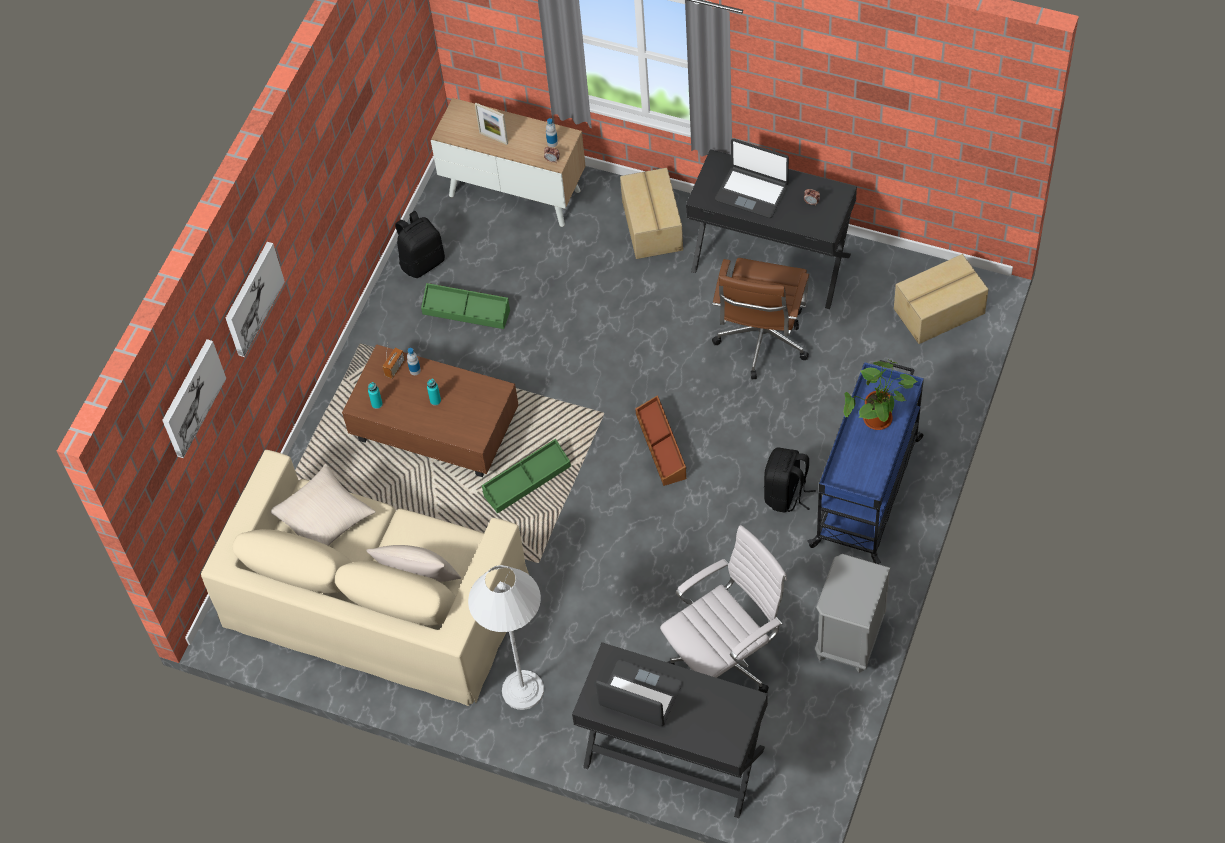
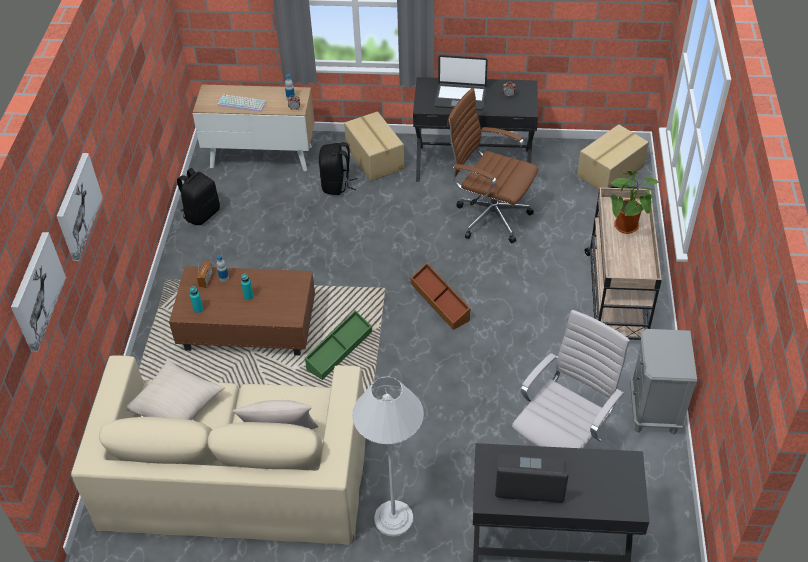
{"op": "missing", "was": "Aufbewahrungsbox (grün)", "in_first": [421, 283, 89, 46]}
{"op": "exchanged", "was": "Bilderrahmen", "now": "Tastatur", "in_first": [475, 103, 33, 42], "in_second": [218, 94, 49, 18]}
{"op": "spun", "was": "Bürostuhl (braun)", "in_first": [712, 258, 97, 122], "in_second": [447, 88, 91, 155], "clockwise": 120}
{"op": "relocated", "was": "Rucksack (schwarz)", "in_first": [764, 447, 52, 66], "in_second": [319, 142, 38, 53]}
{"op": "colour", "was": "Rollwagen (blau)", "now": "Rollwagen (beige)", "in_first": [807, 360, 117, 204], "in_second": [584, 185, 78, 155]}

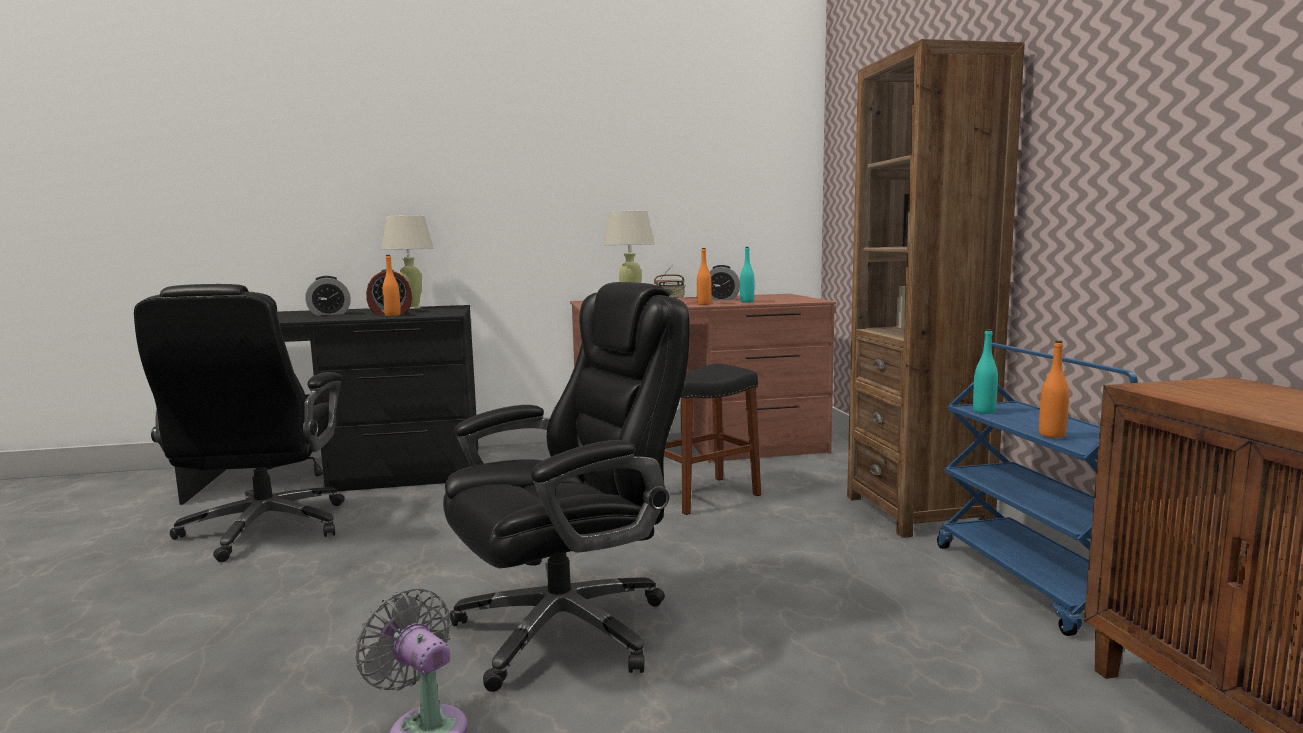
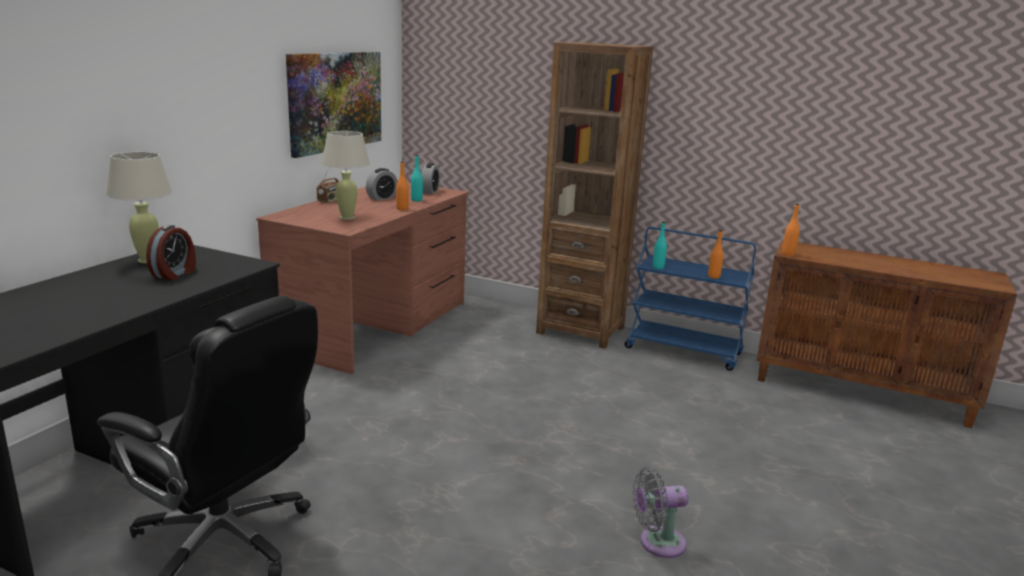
{"op": "relocated", "was": "Wecker", "in_first": [305, 276, 46, 40], "in_second": [421, 163, 19, 31]}
{"op": "relocated", "was": "Flasche (orange)", "in_first": [382, 255, 19, 61], "in_second": [782, 204, 18, 52]}
{"op": "missing", "was": "Bürostuhl (schwarz)", "in_first": [443, 282, 246, 410]}
{"op": "missing", "was": "Hocker (schwarz)", "in_first": [664, 363, 97, 152]}
{"op": "appeared", "now": "Bild", "in_second": [286, 52, 95, 106]}

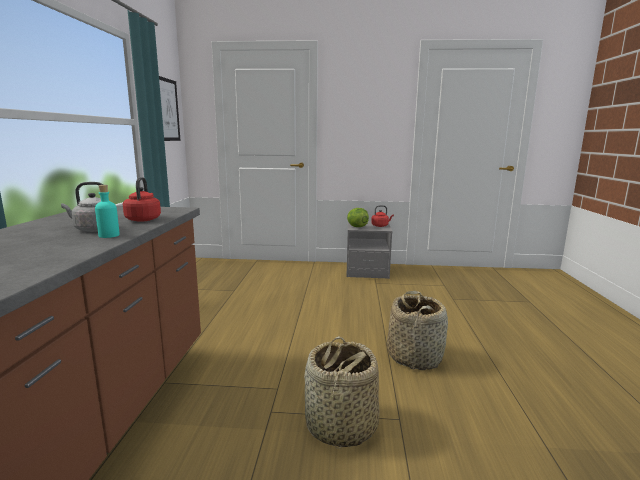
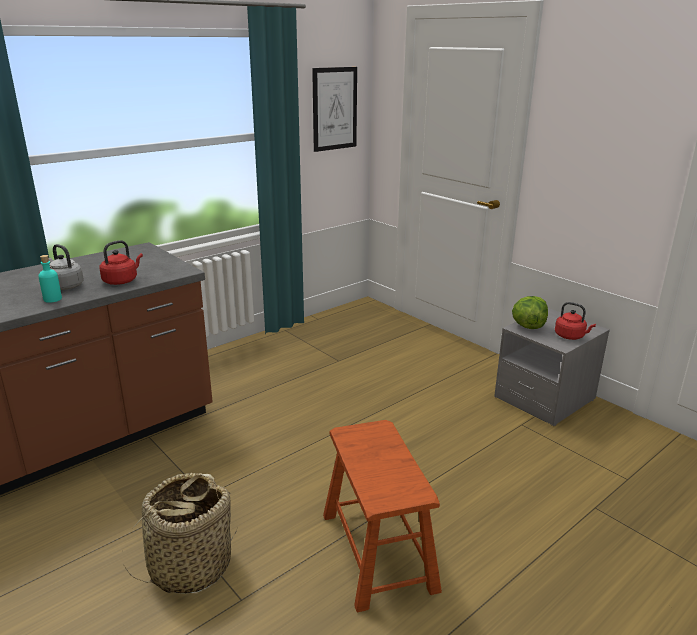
{"op": "exchanged", "was": "Korb", "now": "Hocker (braun)", "in_first": [387, 291, 61, 79], "in_second": [323, 420, 119, 192]}

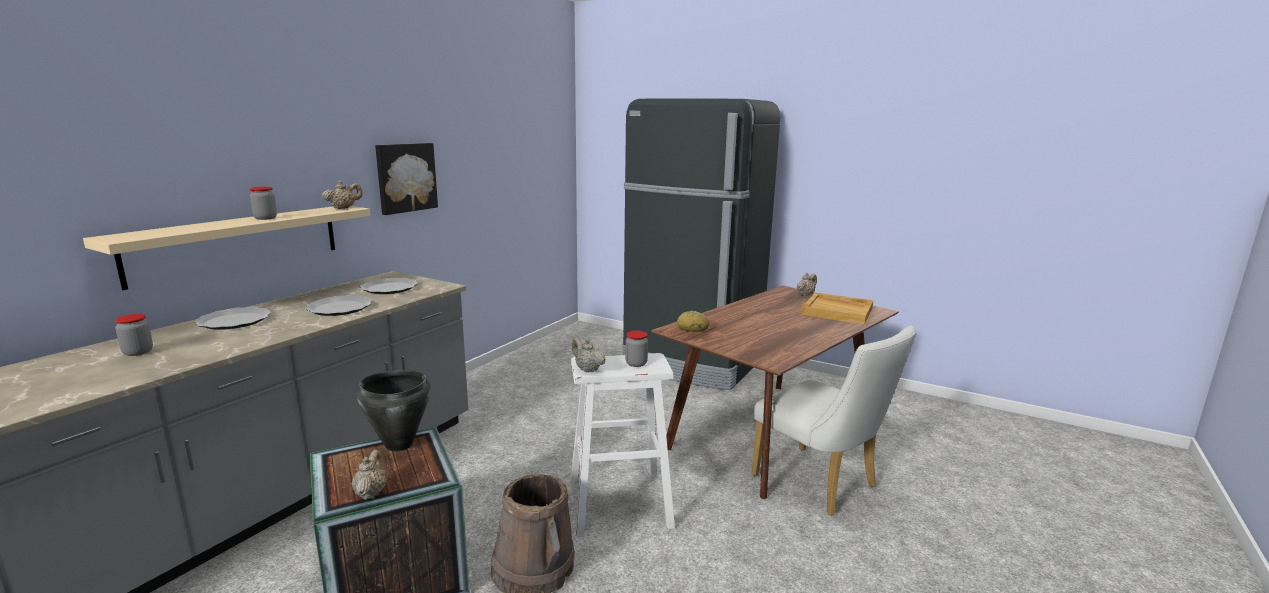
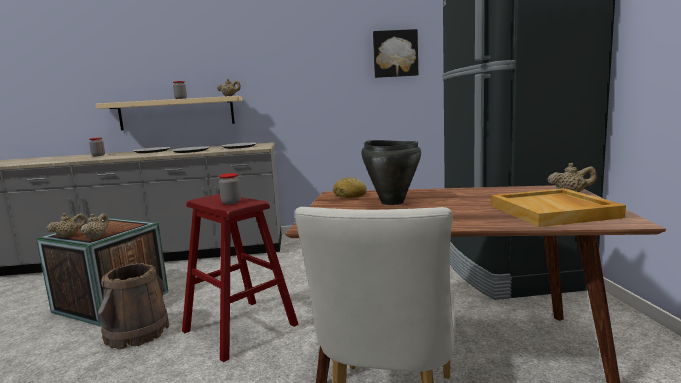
{"op": "relocated", "was": "Kochtopf (schwarz)", "in_first": [356, 370, 75, 81], "in_second": [361, 140, 60, 65]}
{"op": "relocated", "was": "Bild", "in_first": [375, 143, 63, 72], "in_second": [373, 29, 45, 49]}
{"op": "colour", "was": "Hocker (weiß)", "now": "Hocker (rot)", "in_first": [571, 353, 104, 184], "in_second": [182, 194, 116, 168]}
{"op": "relocated", "was": "Teekanne (beige)", "in_first": [572, 338, 34, 34], "in_second": [81, 213, 28, 26]}

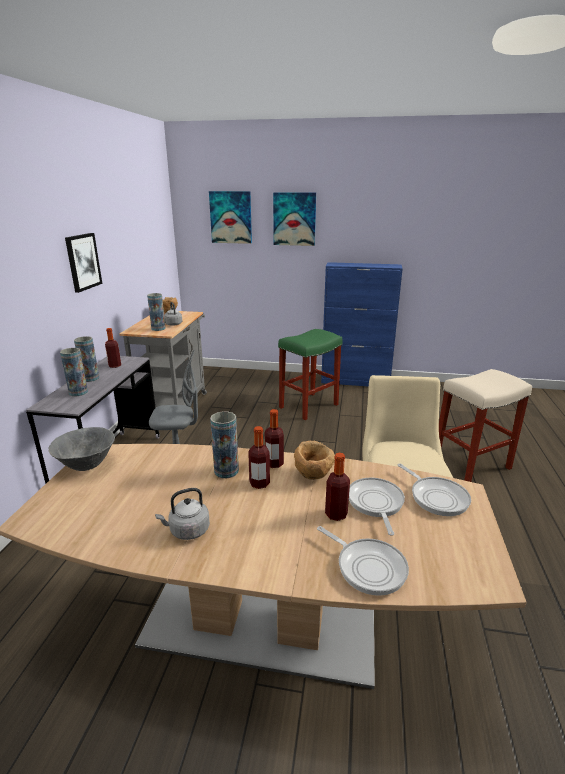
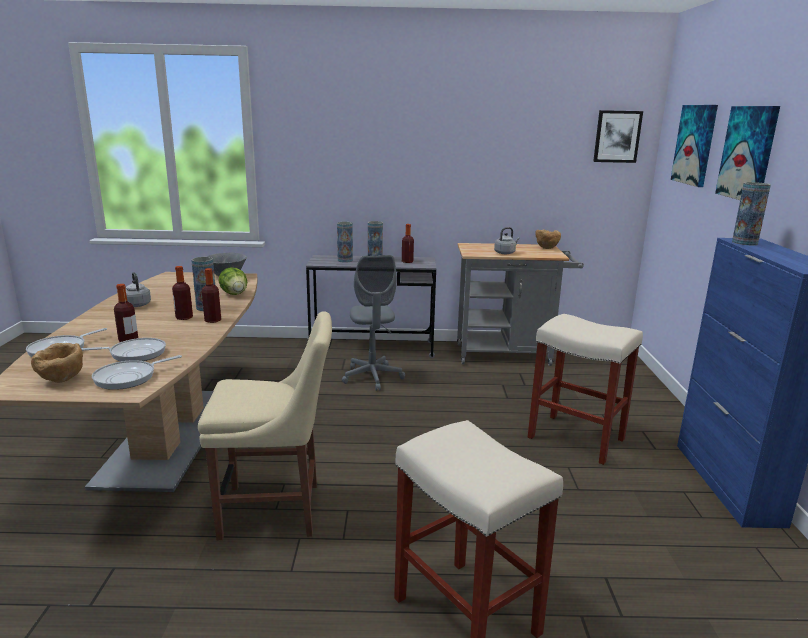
{"op": "relocated", "was": "Bild", "in_first": [65, 233, 37, 60], "in_second": [593, 110, 50, 53]}
{"op": "relocated", "was": "Vase", "in_first": [147, 293, 19, 38], "in_second": [732, 182, 39, 63]}
{"op": "colour", "was": "Hocker (grün)", "now": "Hocker (beige)", "in_first": [278, 329, 65, 91], "in_second": [528, 314, 115, 151]}
{"op": "relocated", "was": "Schüssel (braun)", "in_first": [294, 441, 41, 39], "in_second": [31, 343, 52, 40]}
{"op": "appeared", "now": "Salatkopf", "in_second": [219, 267, 28, 28]}

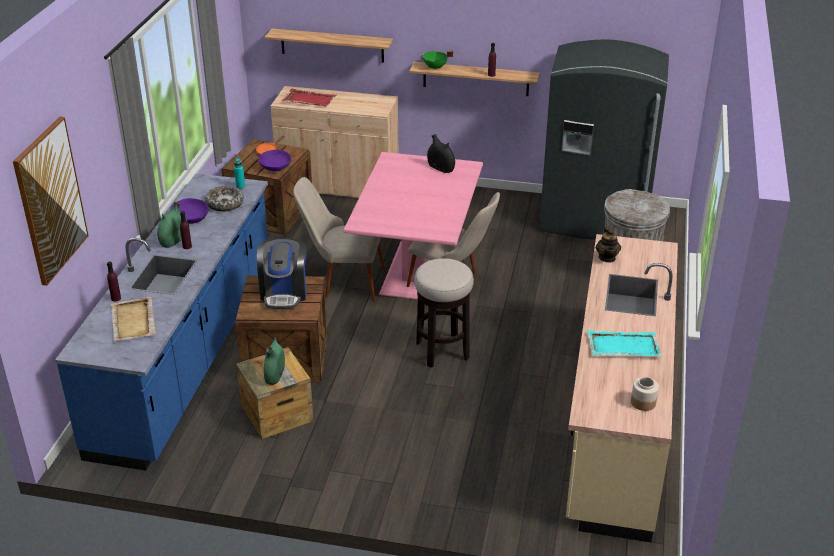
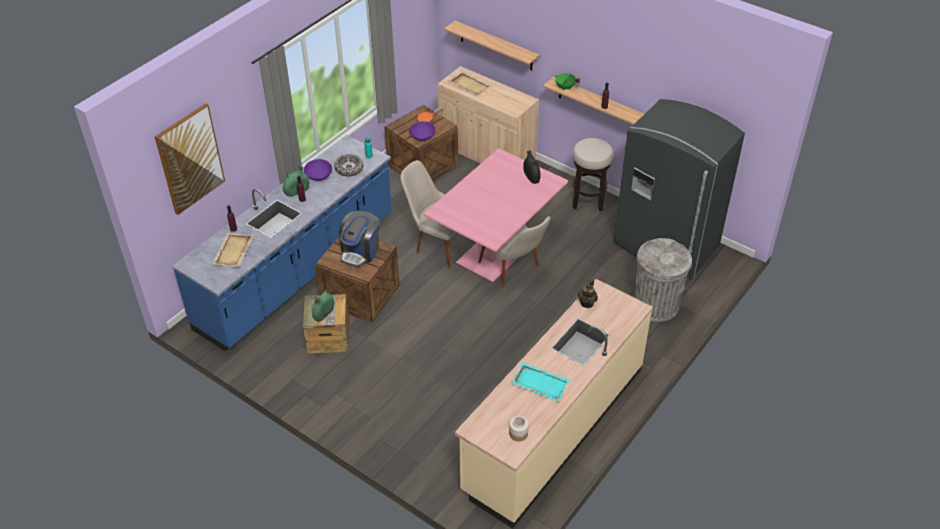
{"op": "colour", "was": "Tablett (rot)", "now": "Tablett (beige)", "in_first": [281, 89, 55, 18], "in_second": [447, 71, 45, 25]}
{"op": "relocated", "was": "Hocker", "in_first": [414, 258, 60, 110], "in_second": [572, 138, 42, 73]}

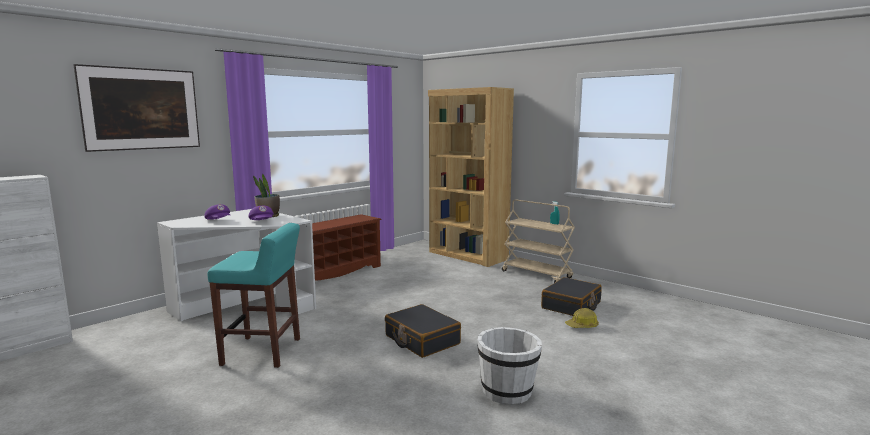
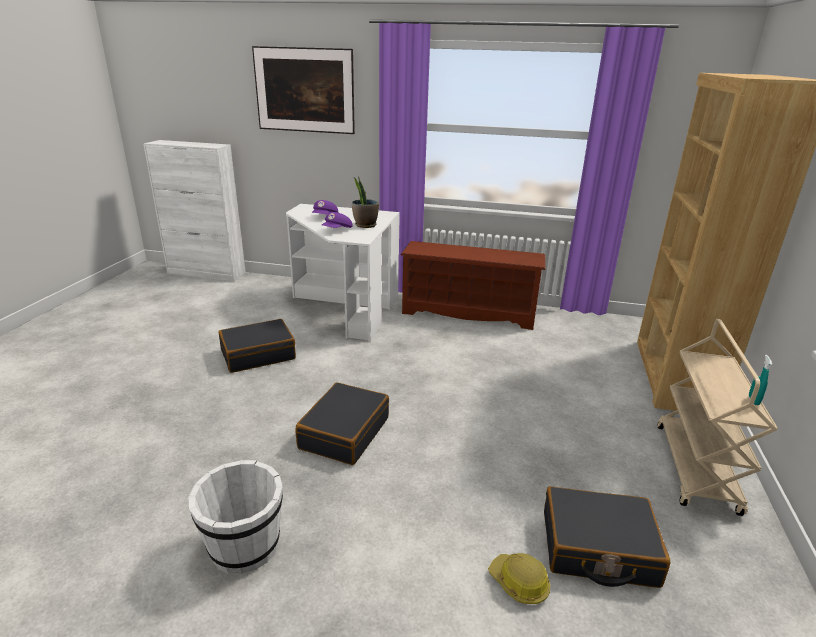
{"op": "exchanged", "was": "Hocker (türkis)", "now": "Koffer (schwarz)", "in_first": [207, 223, 93, 145], "in_second": [218, 319, 78, 54]}

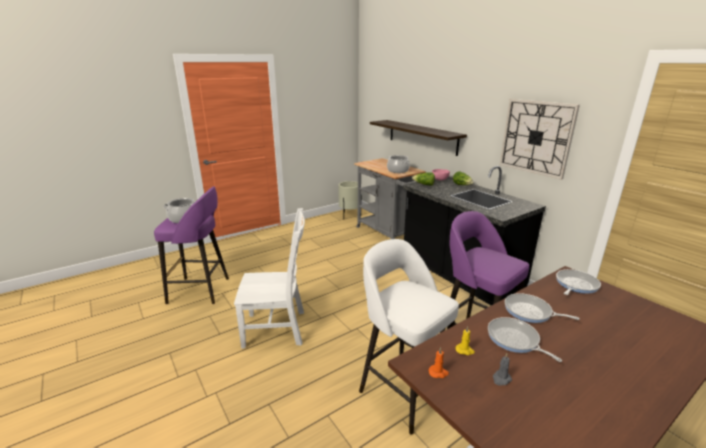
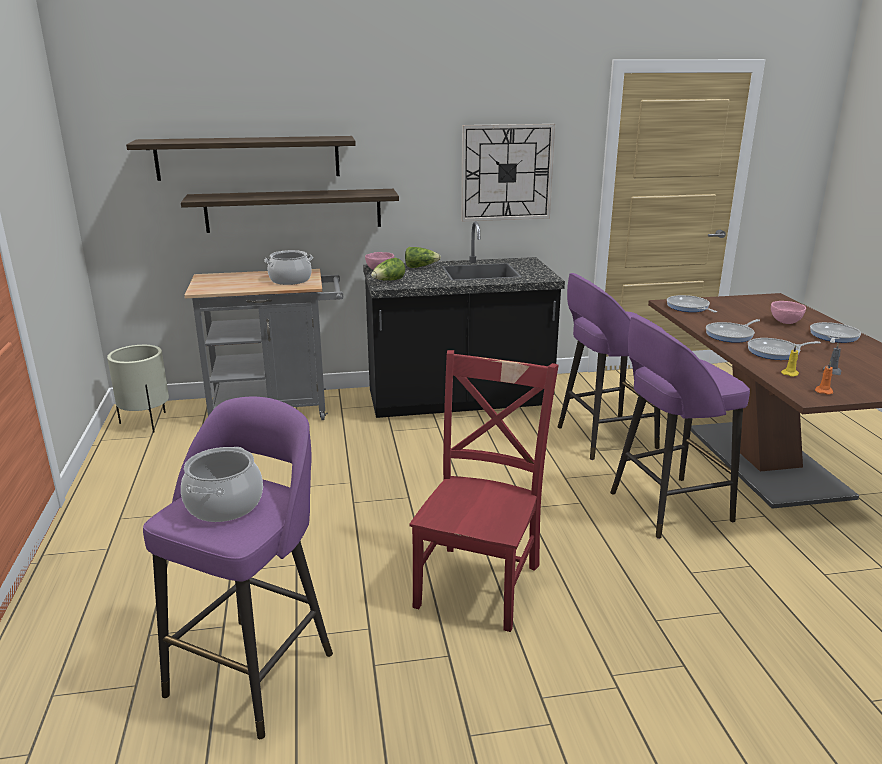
{"op": "colour", "was": "Stuhl (weiß)", "now": "Stuhl (rot)", "in_first": [234, 208, 71, 141], "in_second": [409, 350, 149, 282]}
{"op": "colour", "was": "Hocker (weiß)", "now": "Hocker (lila)", "in_first": [359, 239, 100, 196], "in_second": [610, 316, 140, 223]}
{"op": "appeared", "now": "Wandregal", "in_second": [126, 136, 230, 45]}
{"op": "appeared", "now": "Schüssel (rosa)", "in_second": [771, 301, 35, 23]}
{"op": "appeared", "now": "Pfanne", "in_second": [810, 322, 51, 21]}

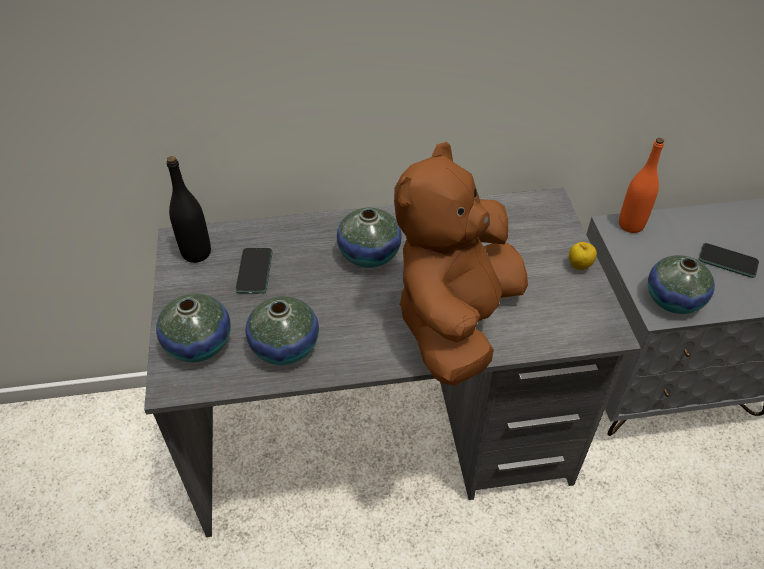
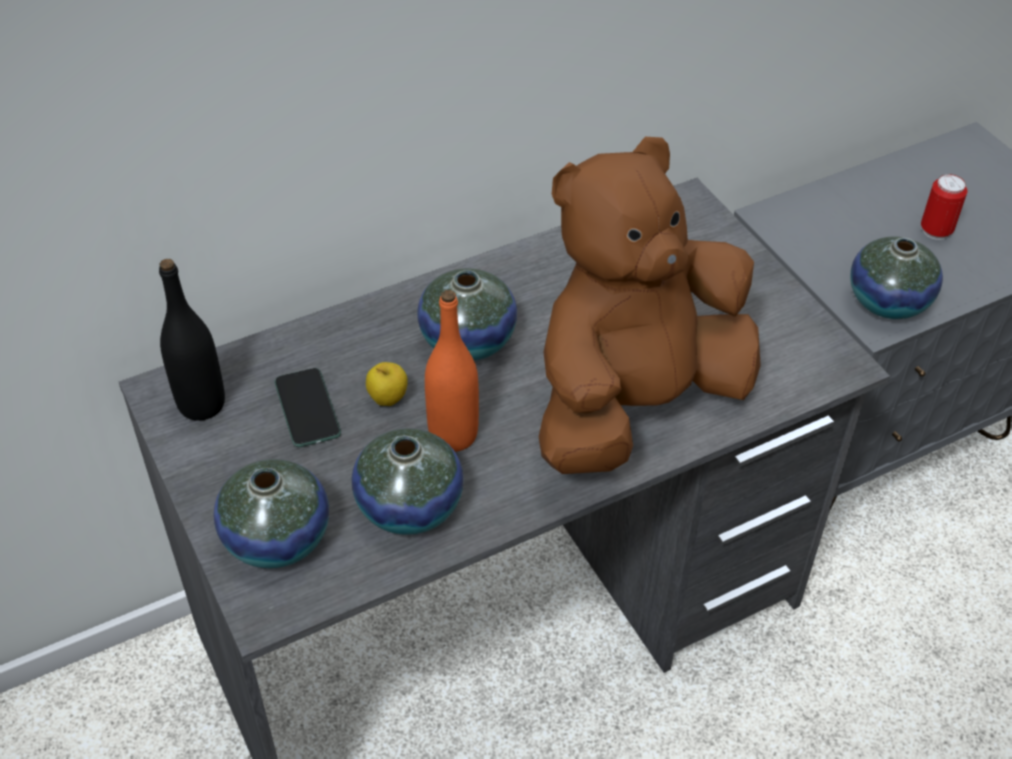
{"op": "spun", "was": "Plüschtier (braun)", "in_first": [394, 142, 134, 244], "in_second": [539, 137, 222, 337], "clockwise": 45}
{"op": "relocated", "was": "Apfel", "in_first": [569, 242, 28, 28], "in_second": [366, 362, 42, 44]}
{"op": "relocated", "was": "Flasche (orange)", "in_first": [619, 138, 45, 95], "in_second": [425, 290, 54, 162]}
{"op": "exchanged", "was": "Handy", "now": "Dose", "in_first": [699, 243, 60, 35], "in_second": [921, 174, 47, 66]}

